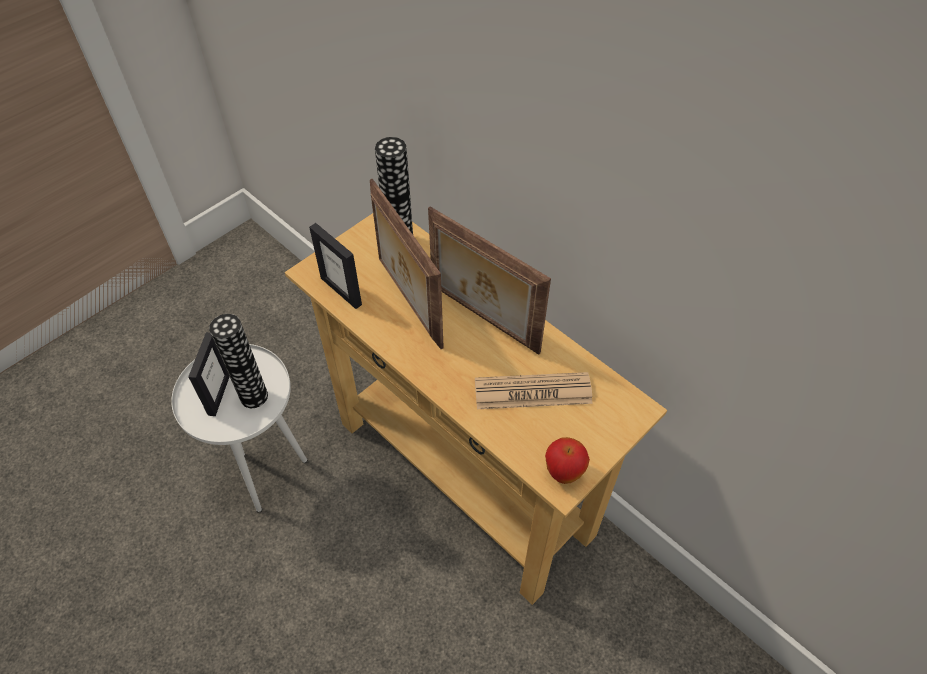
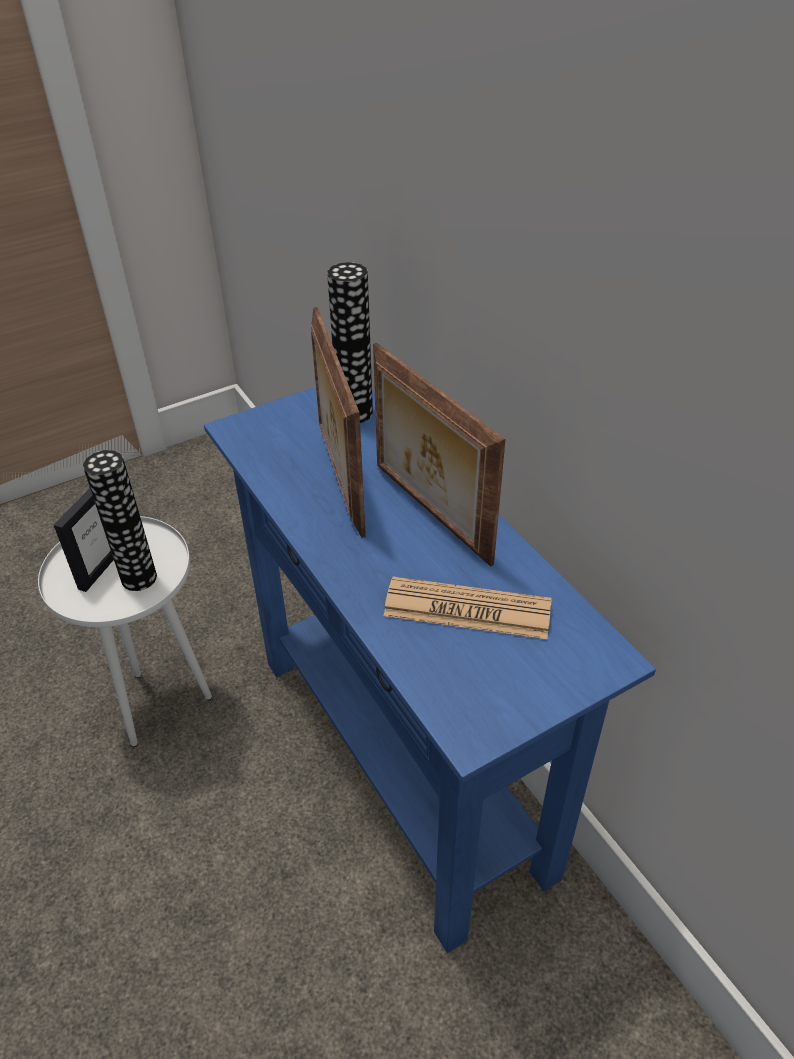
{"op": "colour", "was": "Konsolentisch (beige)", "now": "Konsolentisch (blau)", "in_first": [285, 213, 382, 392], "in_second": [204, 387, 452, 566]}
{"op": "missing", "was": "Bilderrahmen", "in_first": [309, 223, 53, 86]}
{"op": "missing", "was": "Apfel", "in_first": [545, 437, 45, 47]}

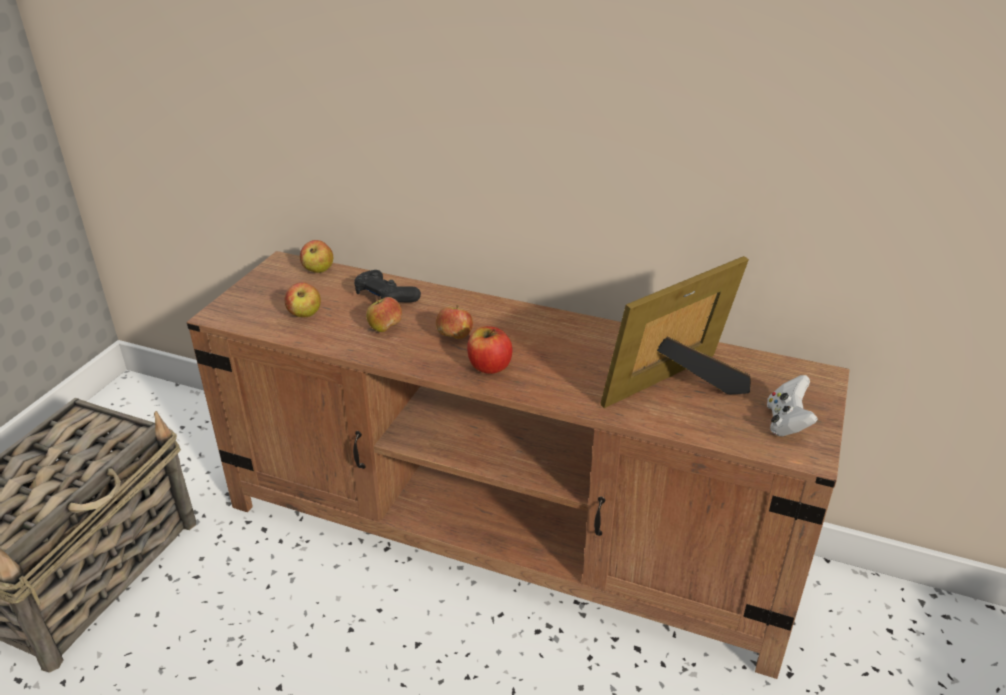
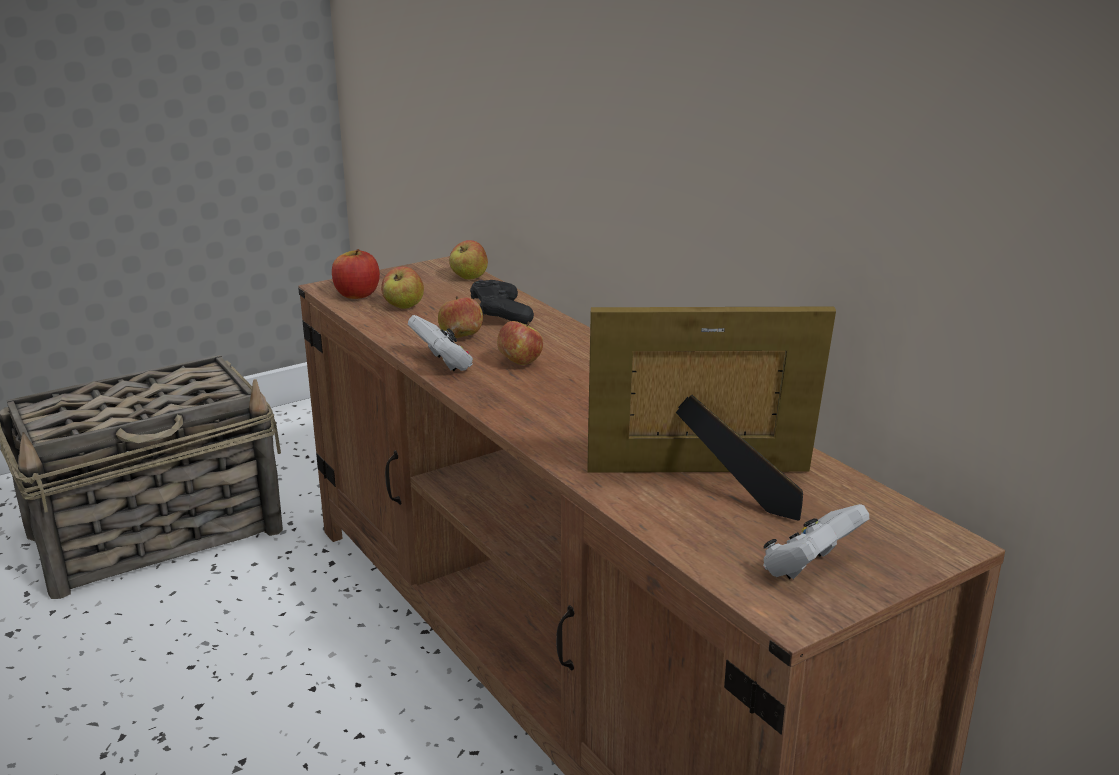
{"op": "relocated", "was": "Apfel", "in_first": [467, 326, 45, 48], "in_second": [332, 249, 48, 50]}
{"op": "appeared", "now": "Gamepad (weiß)", "in_second": [408, 315, 65, 56]}

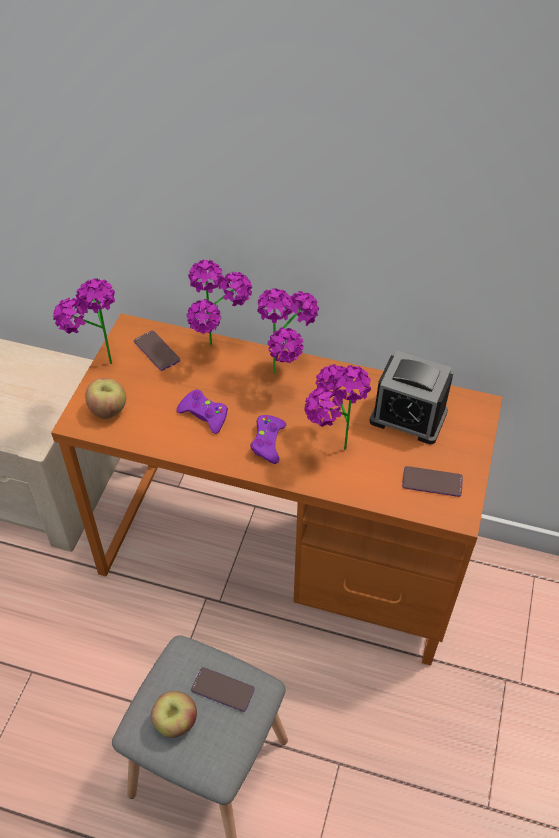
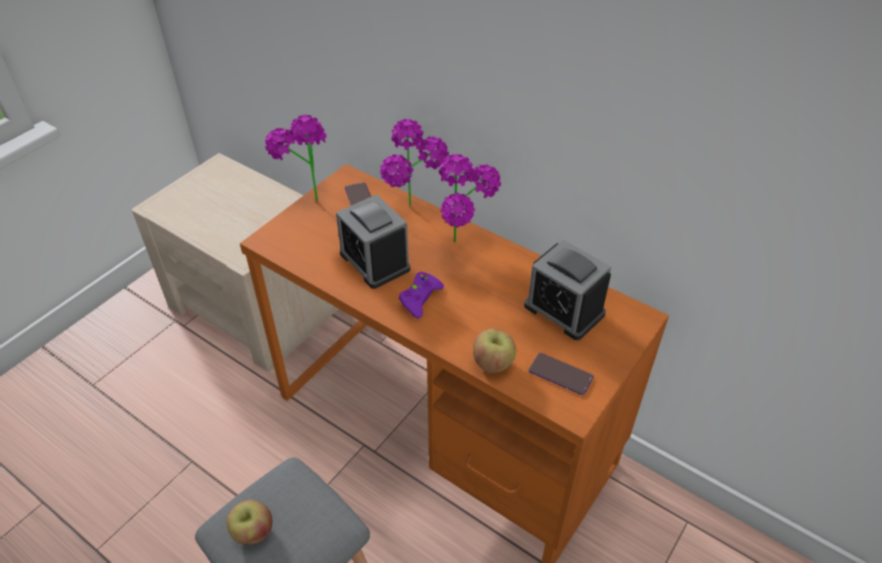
{"op": "relocated", "was": "Apfel", "in_first": [85, 378, 41, 41], "in_second": [473, 329, 43, 44]}
{"op": "exchanged", "was": "Gamepad (lila)", "now": "Wecker", "in_first": [177, 390, 51, 44], "in_second": [336, 194, 74, 95]}
{"op": "missing", "was": "Handy", "in_first": [191, 667, 64, 45]}
{"op": "missing", "was": "Topfpflanze", "in_first": [304, 364, 67, 86]}

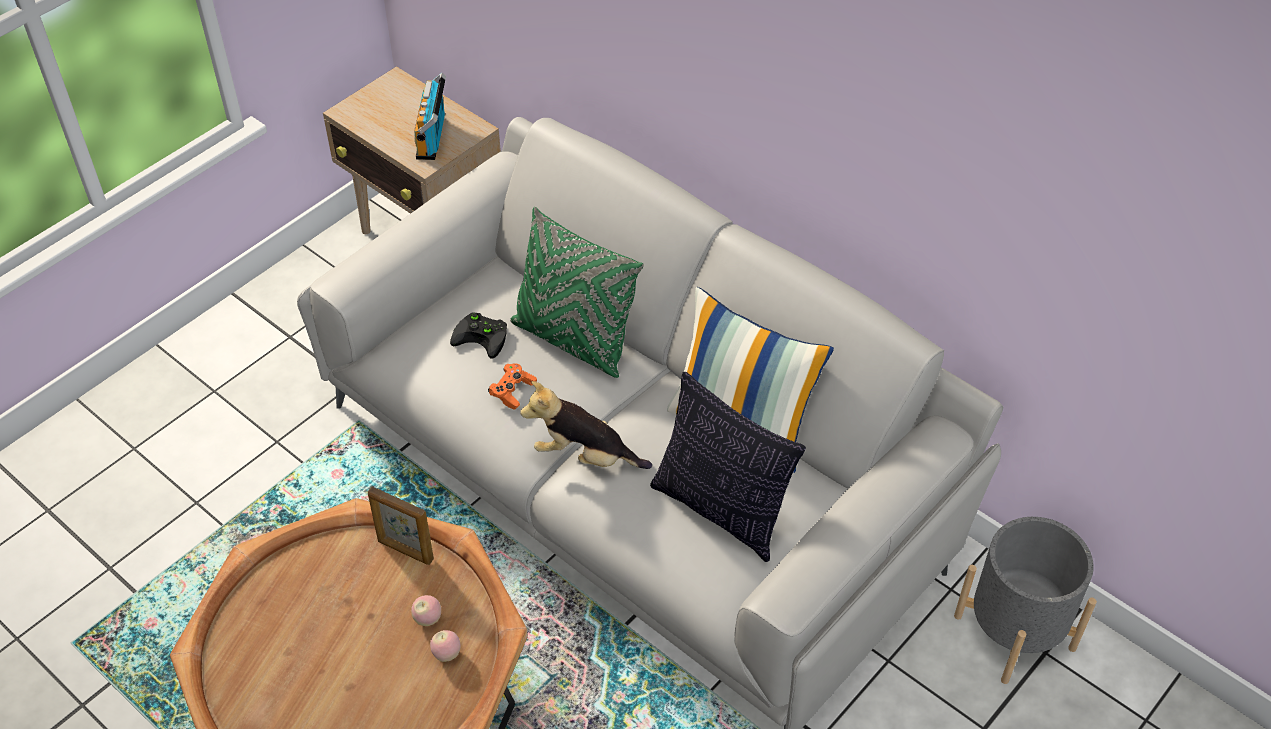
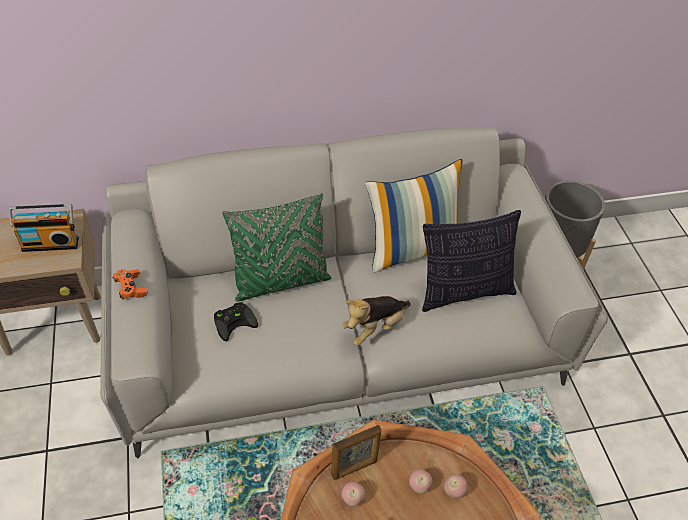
{"op": "spun", "was": "Radio", "in_first": [414, 73, 32, 87], "in_second": [9, 204, 70, 48], "clockwise": -45}
{"op": "relocated", "was": "Gamepad (orange)", "in_first": [488, 363, 49, 47], "in_second": [113, 269, 35, 31]}
{"op": "appeared", "now": "Apfel", "in_second": [341, 482, 24, 25]}

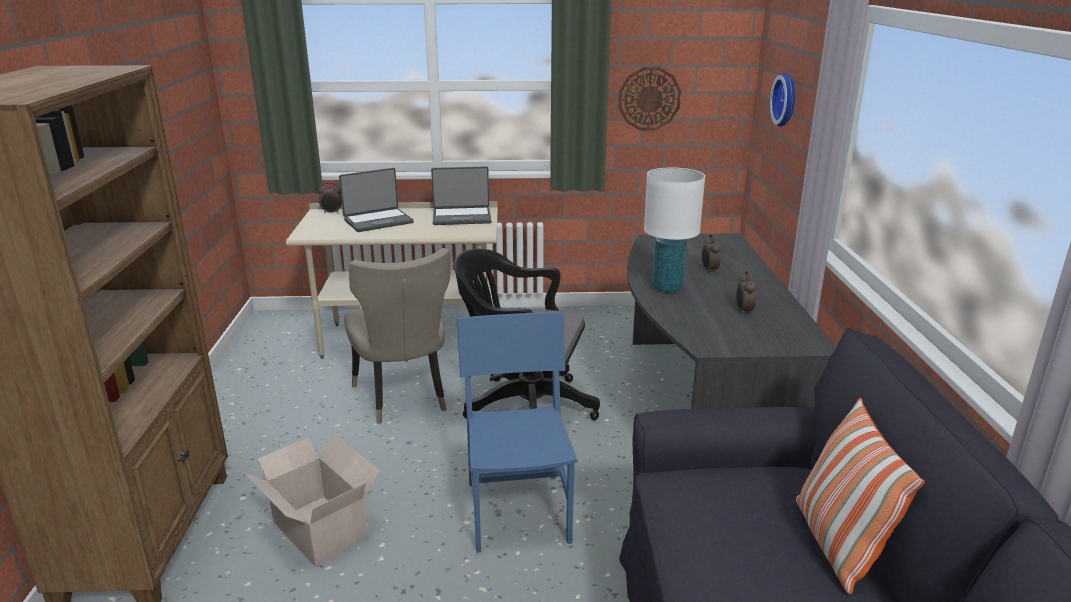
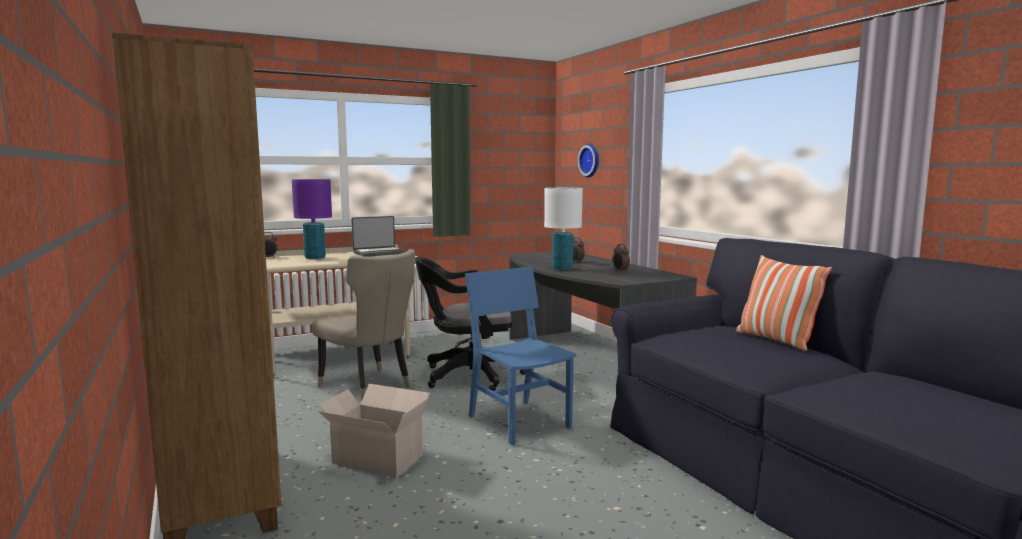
{"op": "exchanged", "was": "Laptop", "now": "Tischlampe (lila)", "in_first": [339, 168, 75, 64], "in_second": [292, 179, 40, 80]}
{"op": "missing", "was": "Wanduhr", "in_first": [618, 67, 63, 64]}

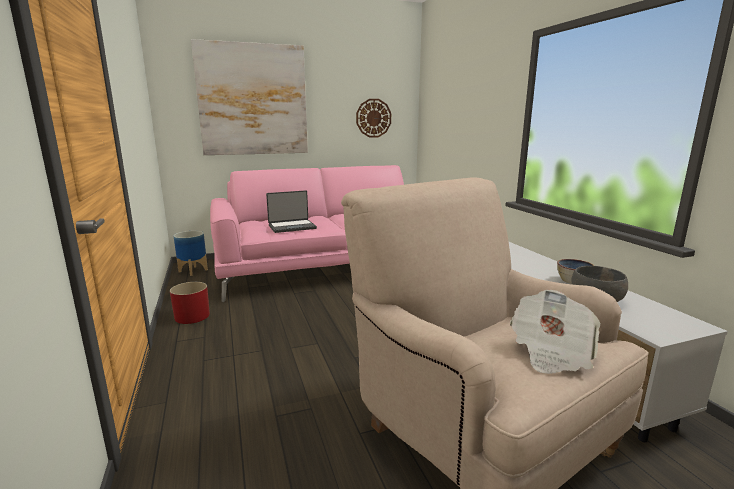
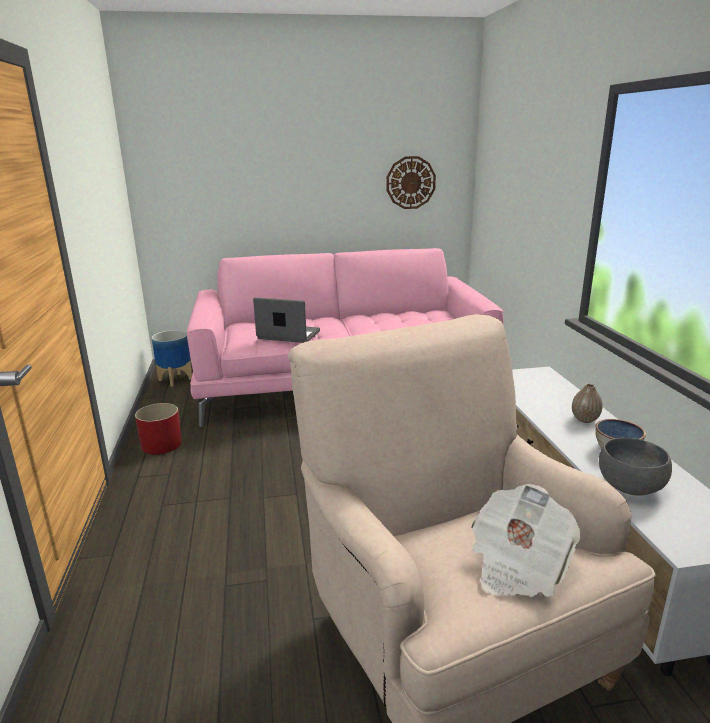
{"op": "missing", "was": "Bild", "in_first": [191, 39, 117, 116]}
{"op": "spun", "was": "Laptop", "in_first": [266, 190, 51, 43], "in_second": [253, 298, 67, 45], "clockwise": -150}
{"op": "appeared", "now": "Vase", "in_second": [572, 384, 31, 39]}

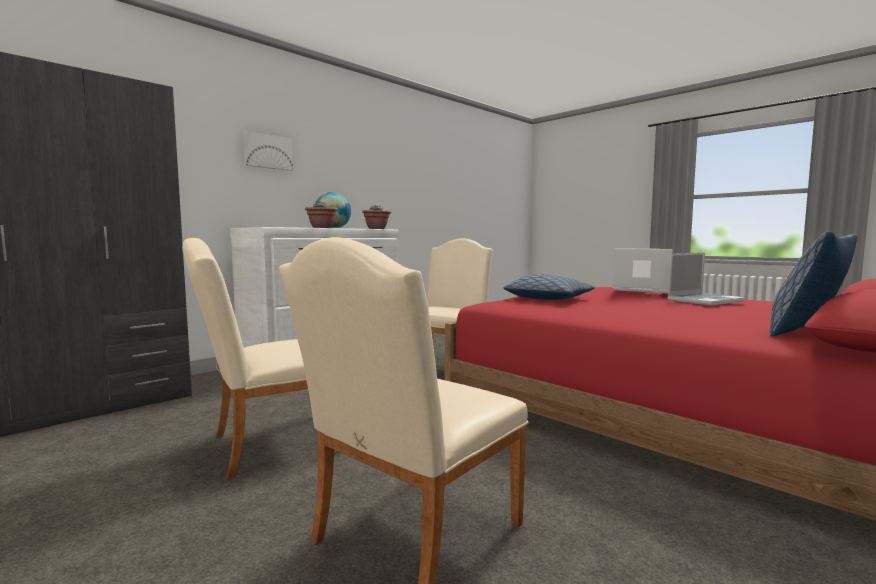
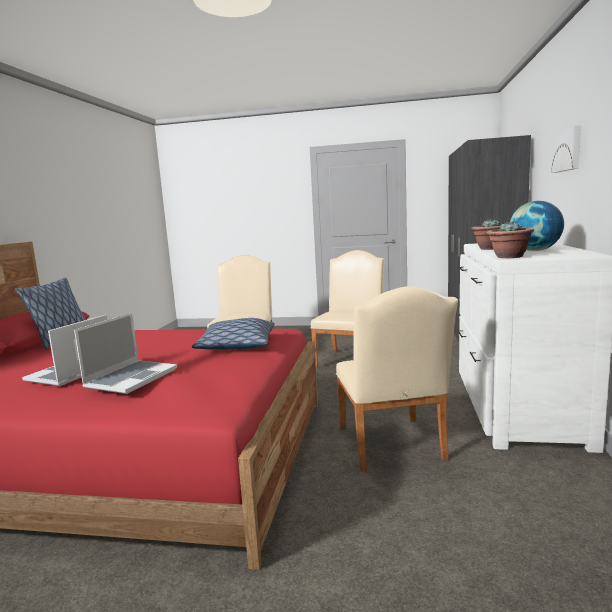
{"op": "spun", "was": "Laptop", "in_first": [613, 248, 60, 45], "in_second": [74, 313, 103, 81], "clockwise": -60}

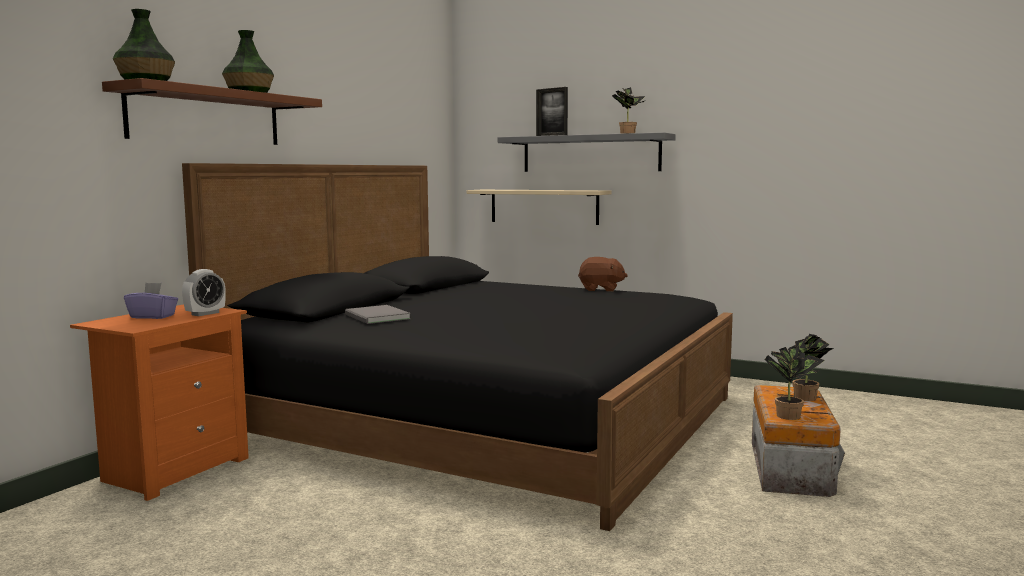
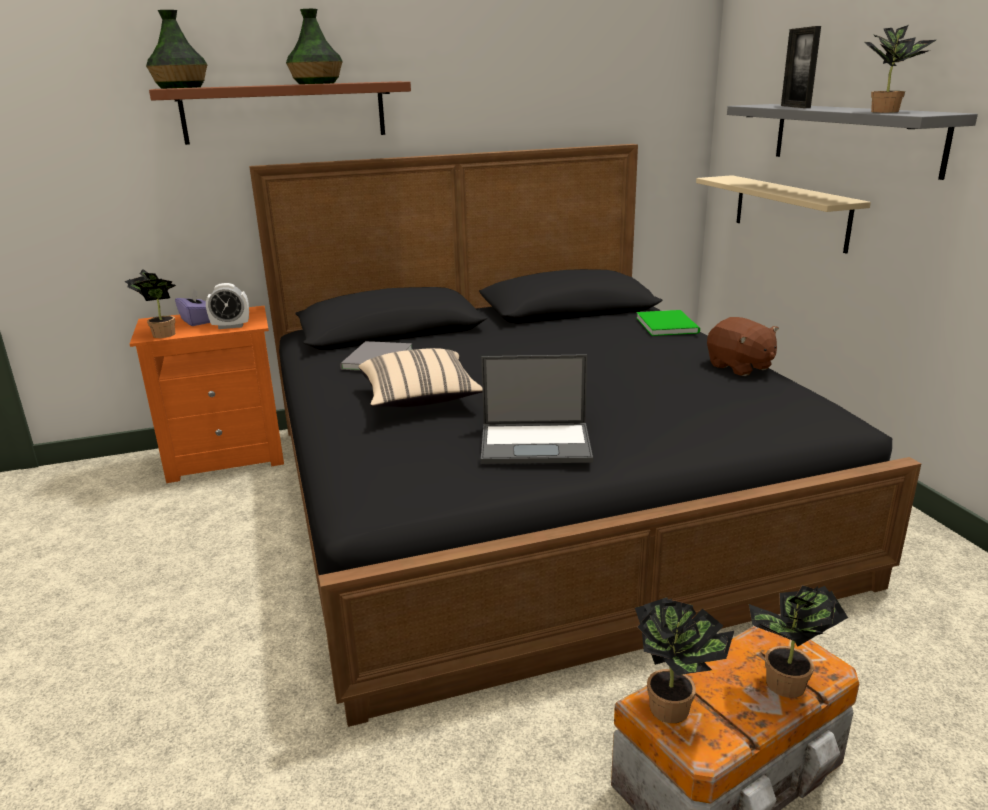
{"op": "appeared", "now": "Topfpflanze", "in_second": [125, 269, 51, 69]}
{"op": "appeared", "now": "Kissen (beige)", "in_second": [358, 348, 125, 59]}
{"op": "appeared", "now": "Laptop", "in_second": [481, 354, 112, 110]}
{"op": "appeared", "now": "Buch (grün)", "in_second": [636, 310, 64, 26]}

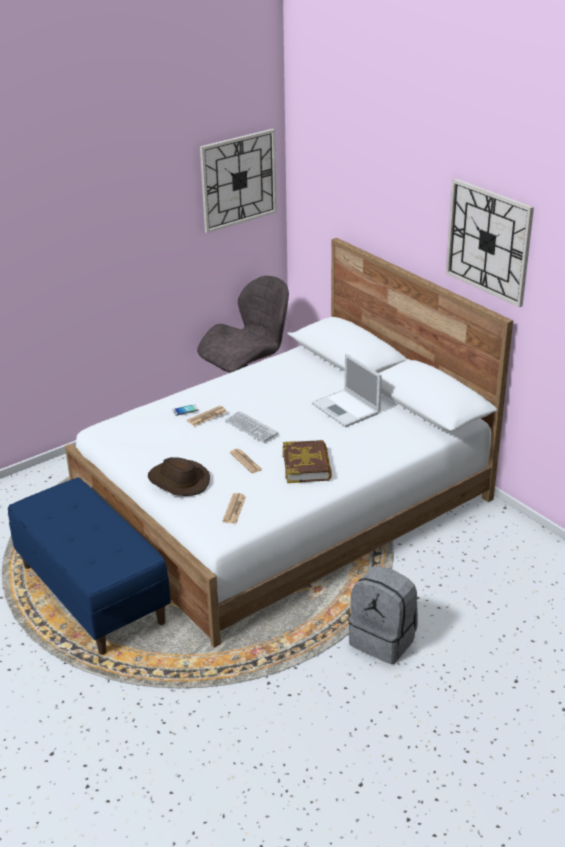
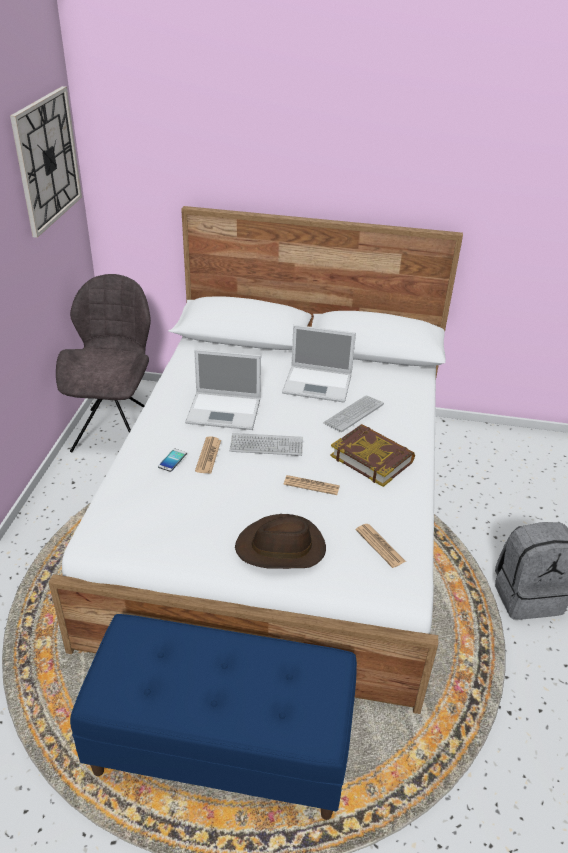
{"op": "missing", "was": "Wanduhr", "in_first": [446, 178, 88, 129]}
{"op": "appeared", "now": "Laptop", "in_second": [185, 349, 76, 81]}
{"op": "appeared", "now": "Tastatur", "in_second": [323, 395, 61, 37]}

